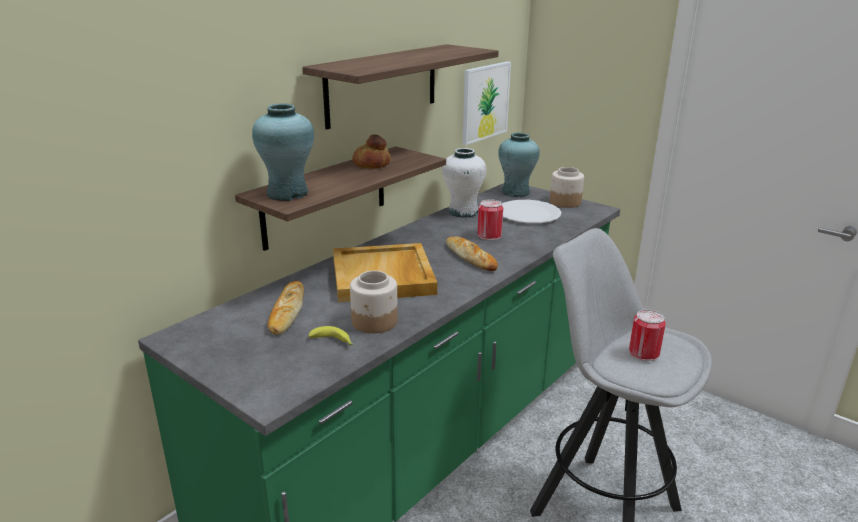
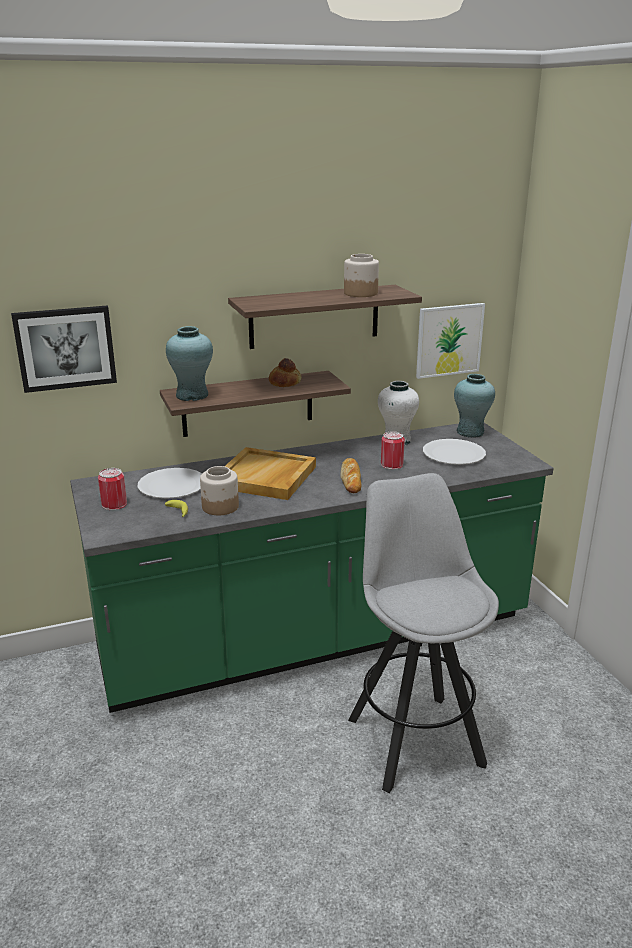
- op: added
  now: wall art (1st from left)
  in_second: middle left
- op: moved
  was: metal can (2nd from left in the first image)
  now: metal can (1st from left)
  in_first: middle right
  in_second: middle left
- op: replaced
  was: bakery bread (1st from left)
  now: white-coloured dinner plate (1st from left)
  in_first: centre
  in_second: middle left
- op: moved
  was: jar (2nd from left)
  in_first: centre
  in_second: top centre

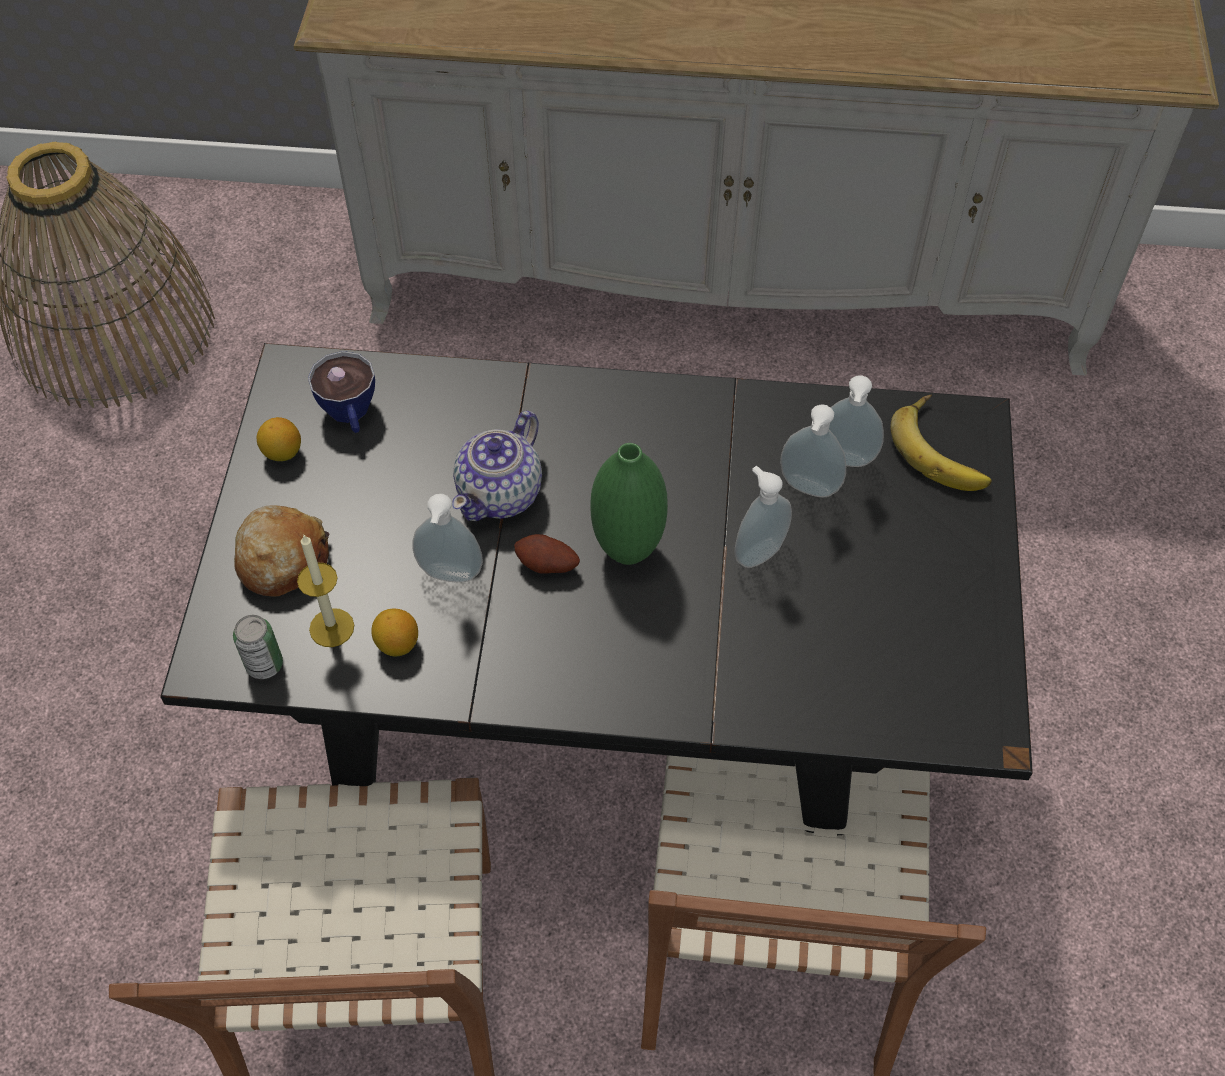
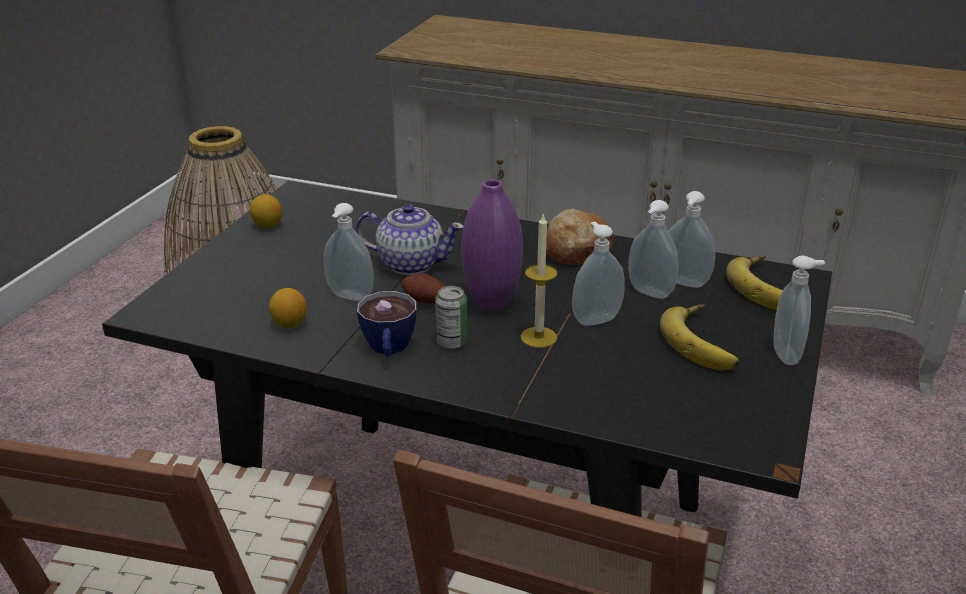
- op: turned
  was: tea pot
  in_first: centre
  in_second: centre
  clockwise: -120
- op: moved
  was: cup
  in_first: middle left
  in_second: centre
- op: moved
  was: metal can
  in_first: middle left
  in_second: centre
- op: recoloured
  was: green decorative vase
  now: purplish decorative vase
  in_first: centre
  in_second: centre
- op: moved
  was: wax light
  in_first: middle left
  in_second: centre
- op: moved
  was: bakery bread
  in_first: middle left
  in_second: centre
- op: added
  now: banana (1st from left)
  in_second: middle right
- op: added
  now: soap bottle (5th from left)
  in_second: middle right

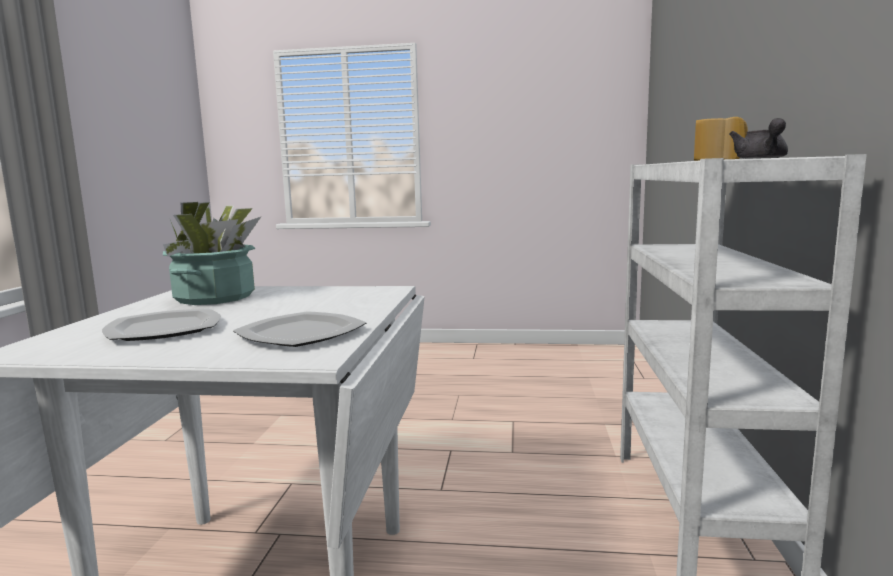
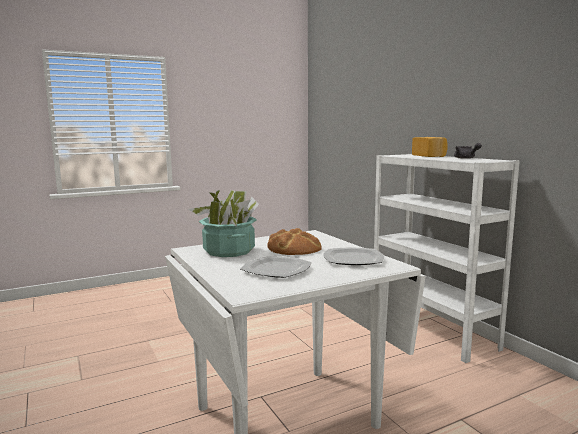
- op: added
  now: bakery bread (1st from left)
  in_second: centre

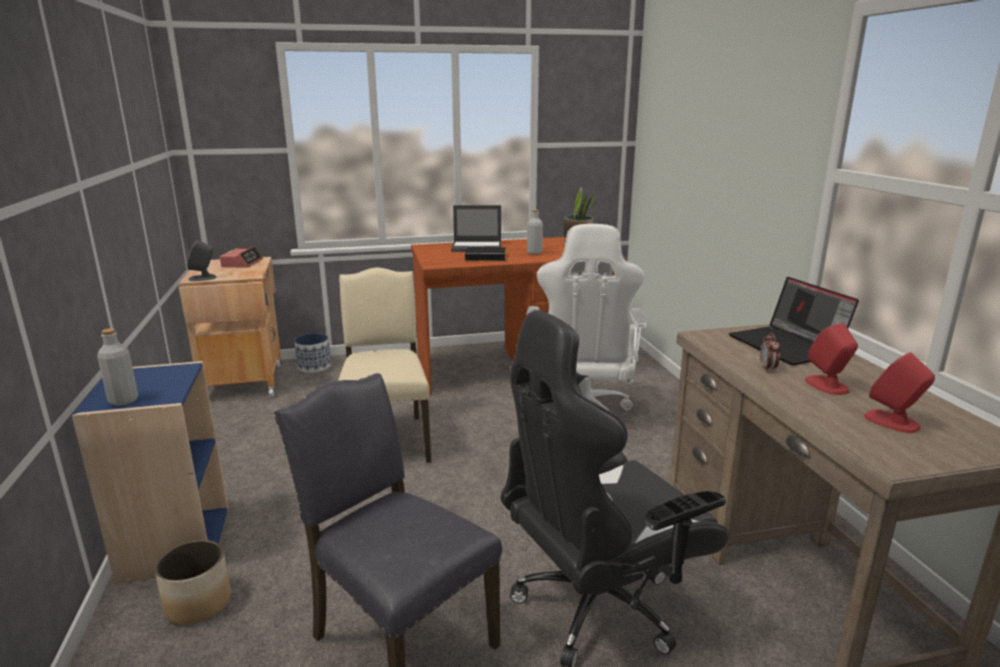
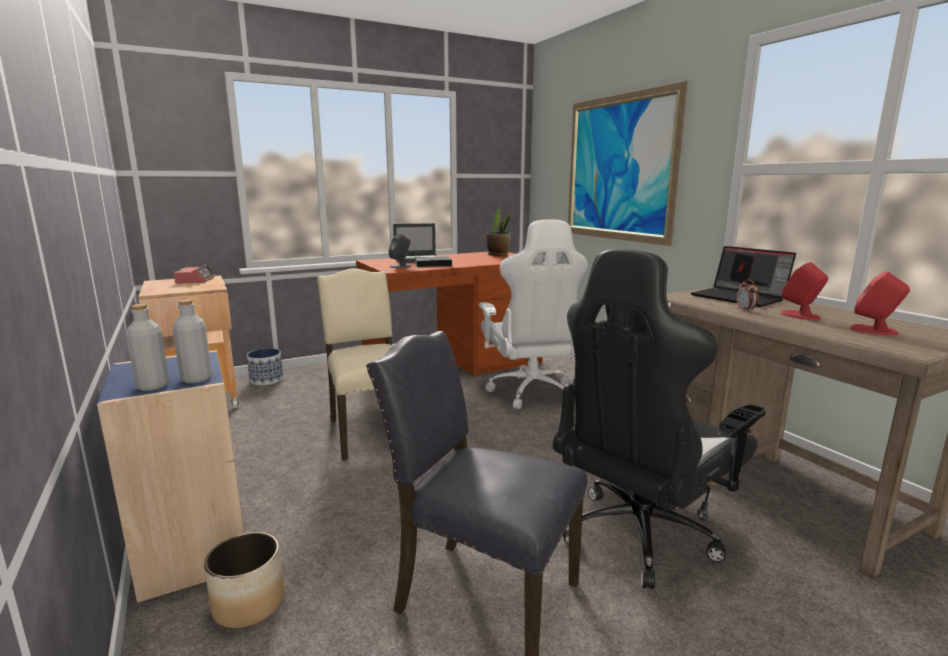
- op: moved
  was: grey drink bottle (2nd from left)
  in_first: centre
  in_second: middle left
- op: moved
  was: grey speaker
  in_first: middle left
  in_second: centre
- op: added
  now: wall art
  in_second: top centre

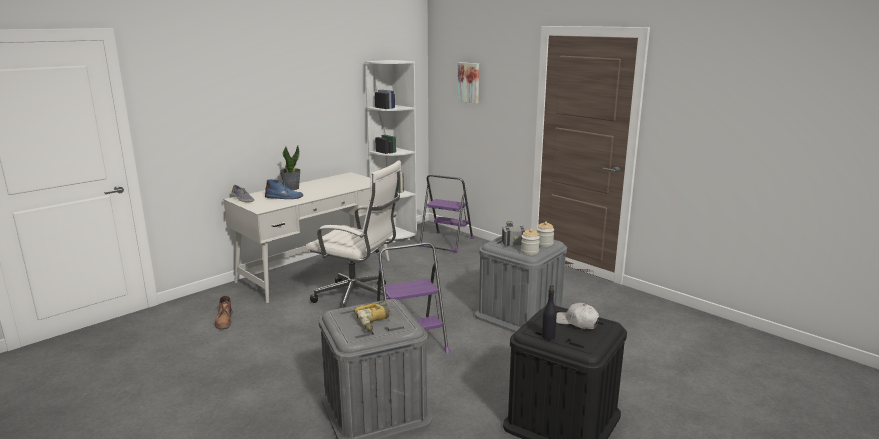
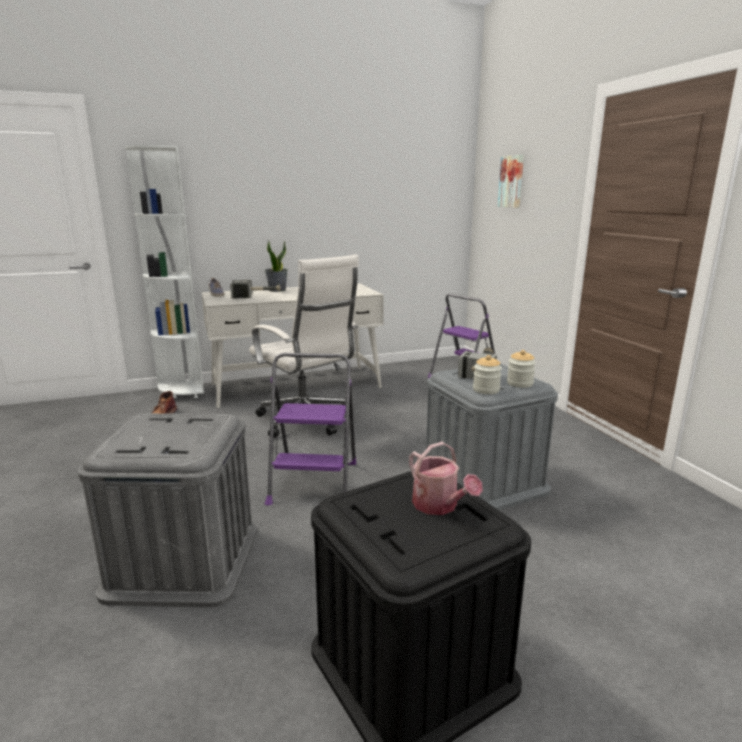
- op: moved
  was: white-coloured bookcase
  in_first: centre
  in_second: middle left
- op: replaced
  was: bluish tall boot
  now: hand hammer (1st from left)
  in_first: middle left
  in_second: centre
- op: replaced
  was: white-coloured baseball cap
  now: watering pot
  in_first: bottom centre
  in_second: centre
- op: removed
  was: electric drill
  in_first: bottom centre
- op: removed
  was: black-coloured drink bottle
  in_first: bottom centre

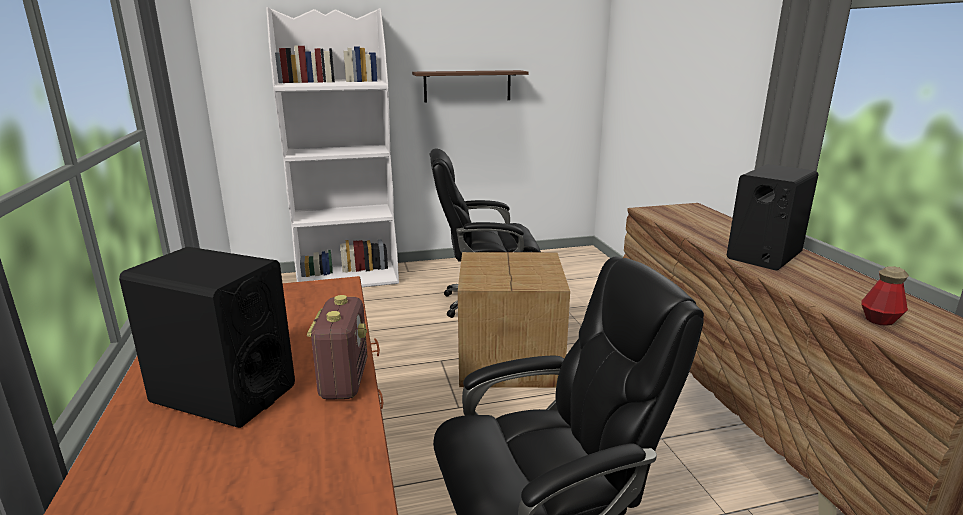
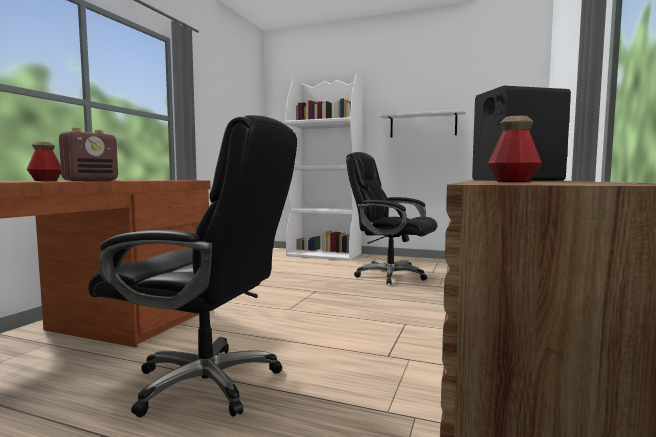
- op: replaced
  was: black-coloured speaker (1st from left)
  now: drink bottle (1st from left)
  in_first: middle left
  in_second: middle left
- op: recoloured
  was: brown-coloured bracket shelf
  now: white-coloured bracket shelf
  in_first: top centre
  in_second: top centre
- op: removed
  was: cardboard box
  in_first: centre

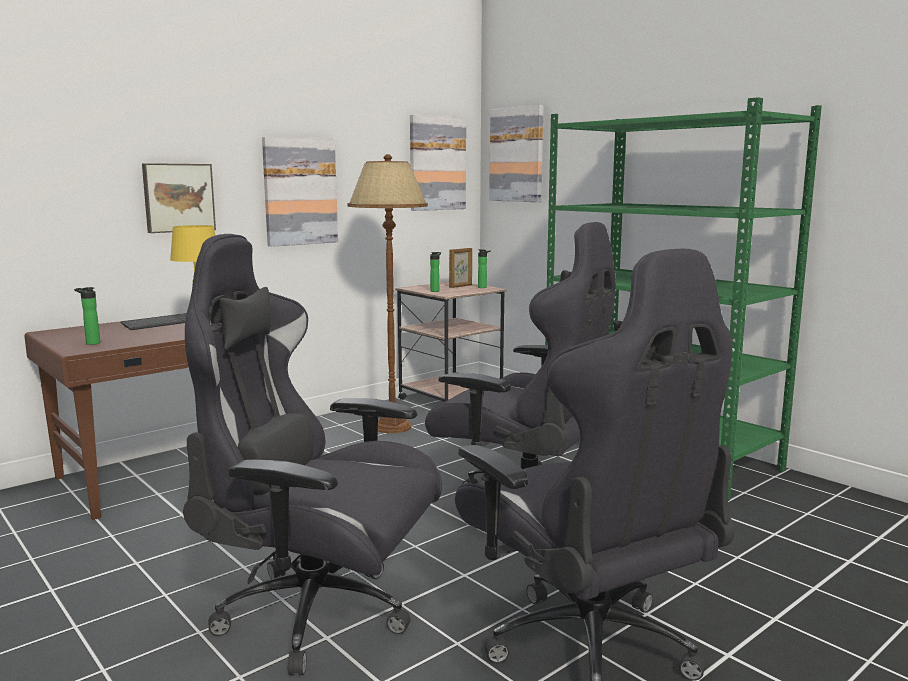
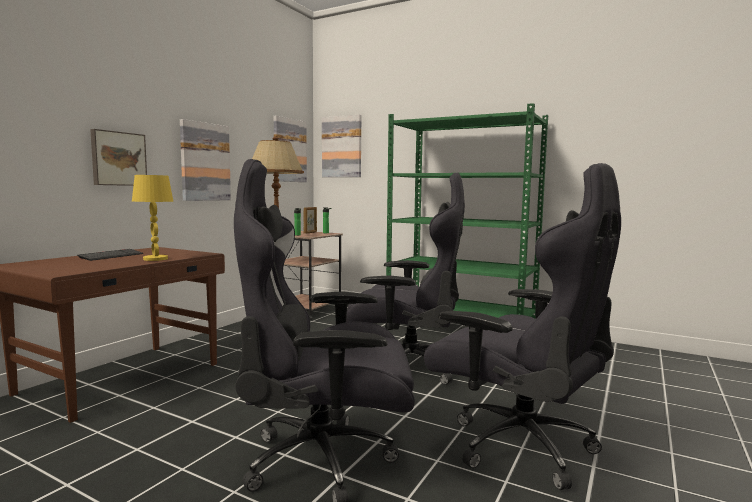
- op: removed
  was: drink bottle (1st from left)
  in_first: middle left

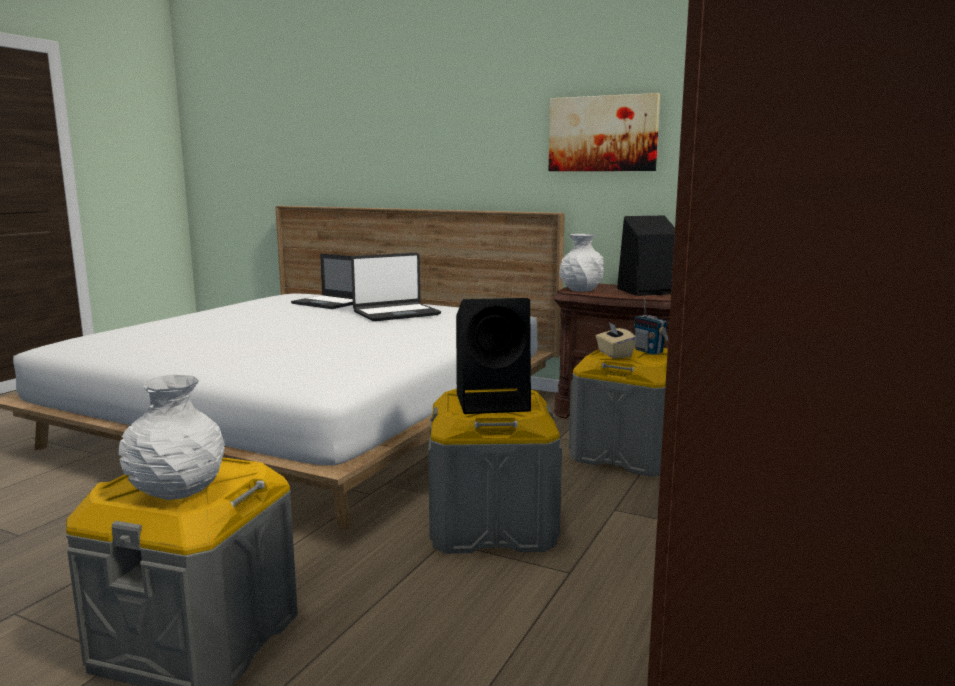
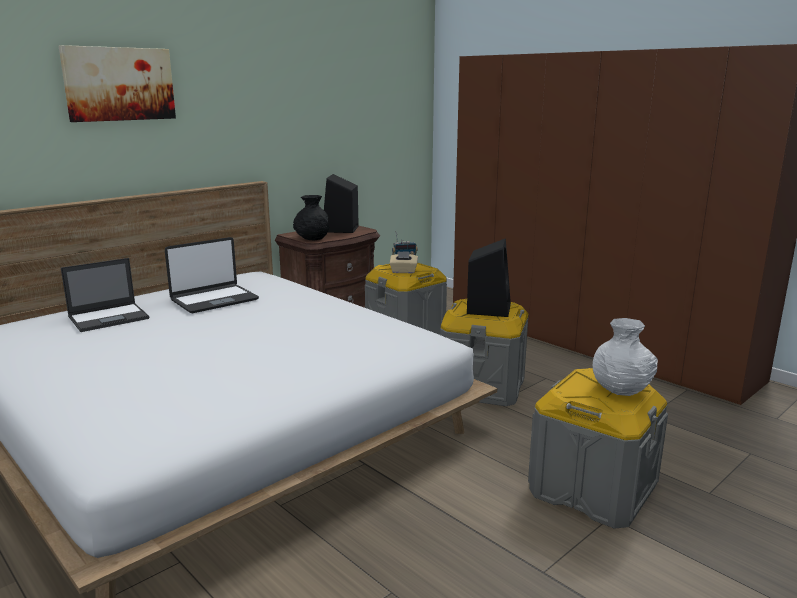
- op: moved
  was: wall art
  in_first: top centre
  in_second: top left
- op: turned
  was: notebook computer (2nd from left)
  in_first: centre
  in_second: middle left
  clockwise: 60
- op: recoloured
  was: white-coloured decorative vase (2nd from left)
  now: black-coloured decorative vase
  in_first: centre
  in_second: centre

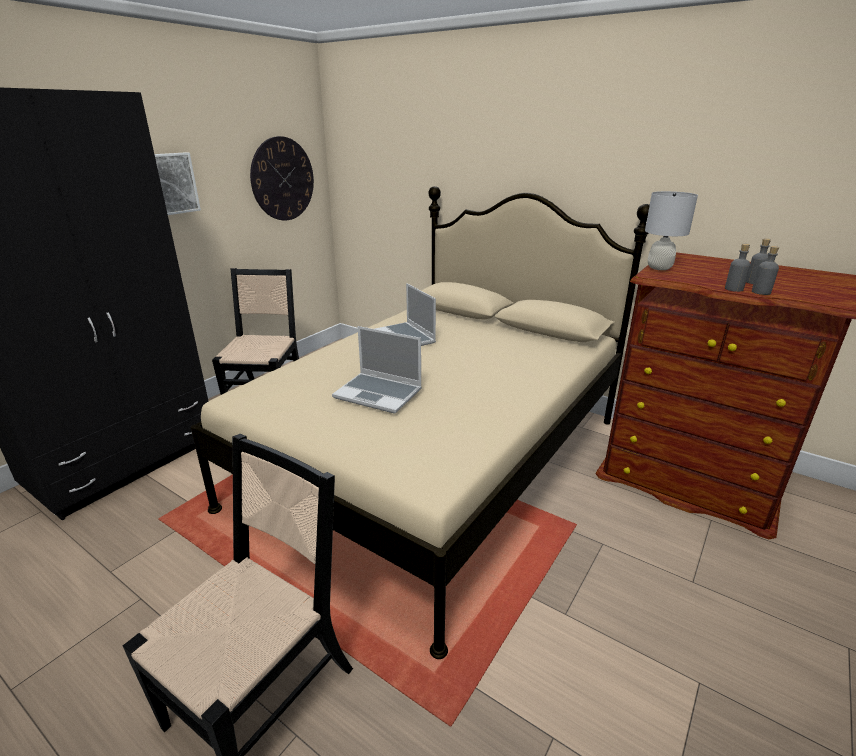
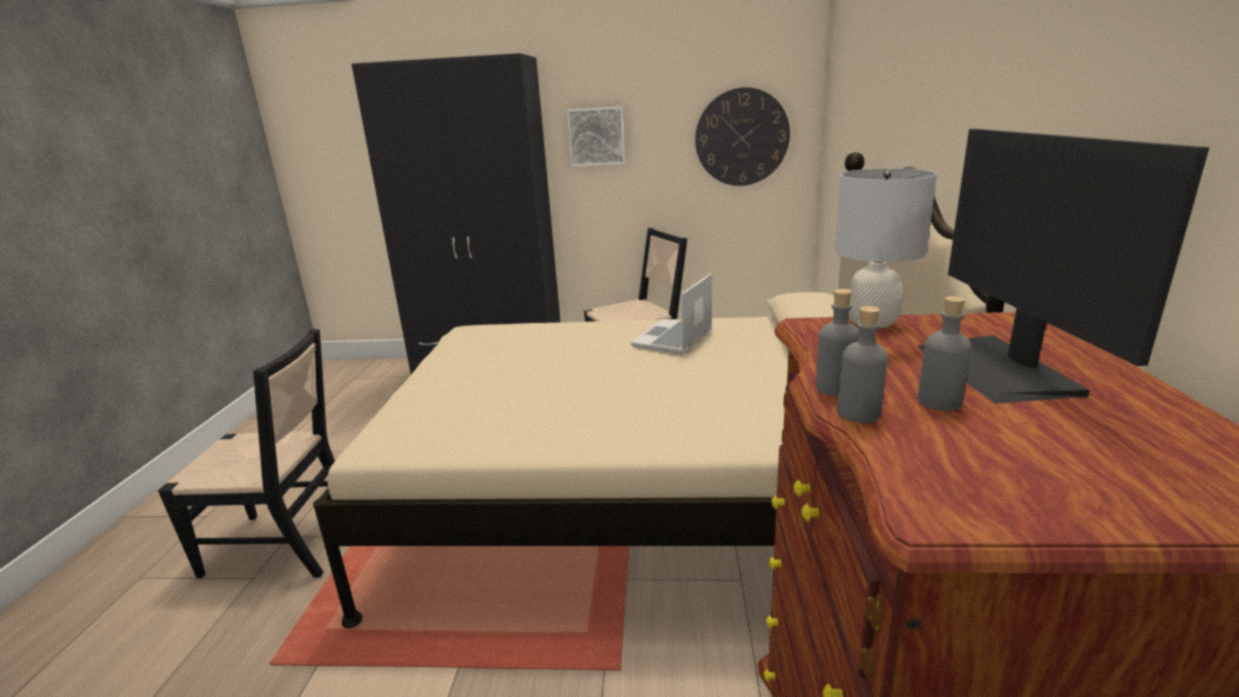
- op: added
  now: computer display
  in_second: middle right
- op: removed
  was: notebook computer (1st from left)
  in_first: centre

